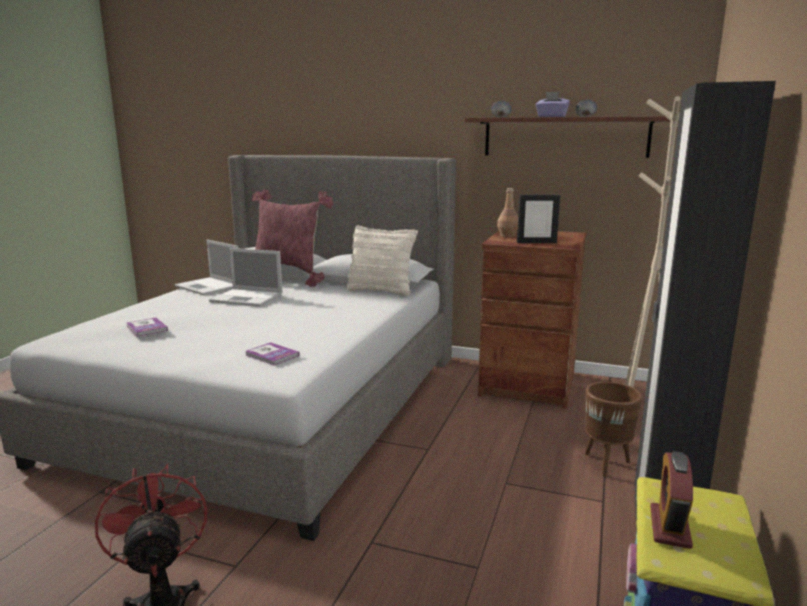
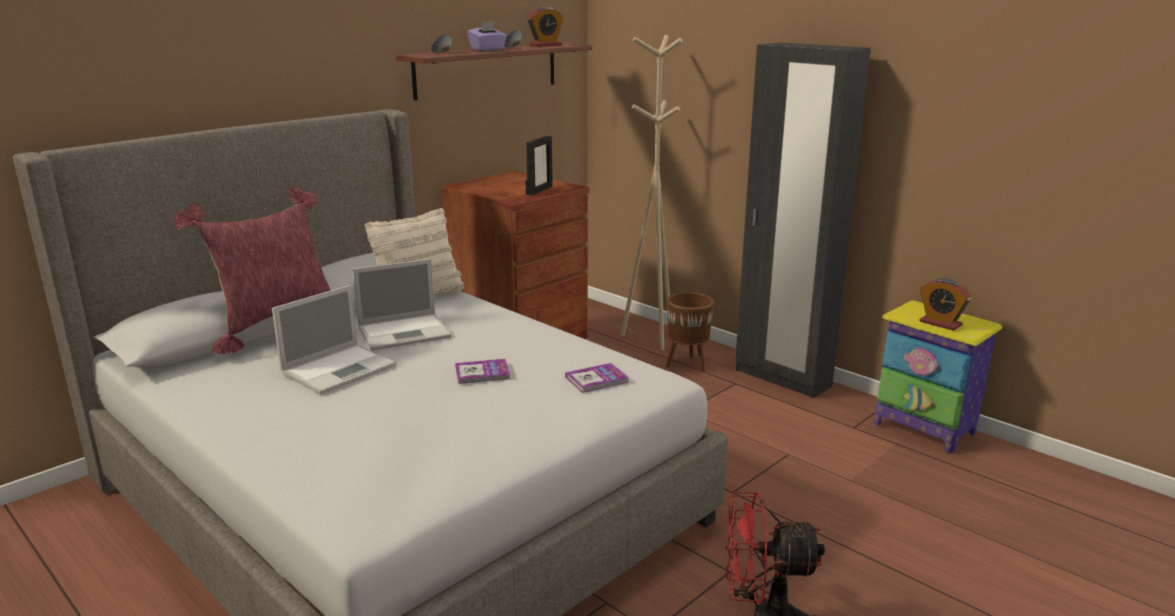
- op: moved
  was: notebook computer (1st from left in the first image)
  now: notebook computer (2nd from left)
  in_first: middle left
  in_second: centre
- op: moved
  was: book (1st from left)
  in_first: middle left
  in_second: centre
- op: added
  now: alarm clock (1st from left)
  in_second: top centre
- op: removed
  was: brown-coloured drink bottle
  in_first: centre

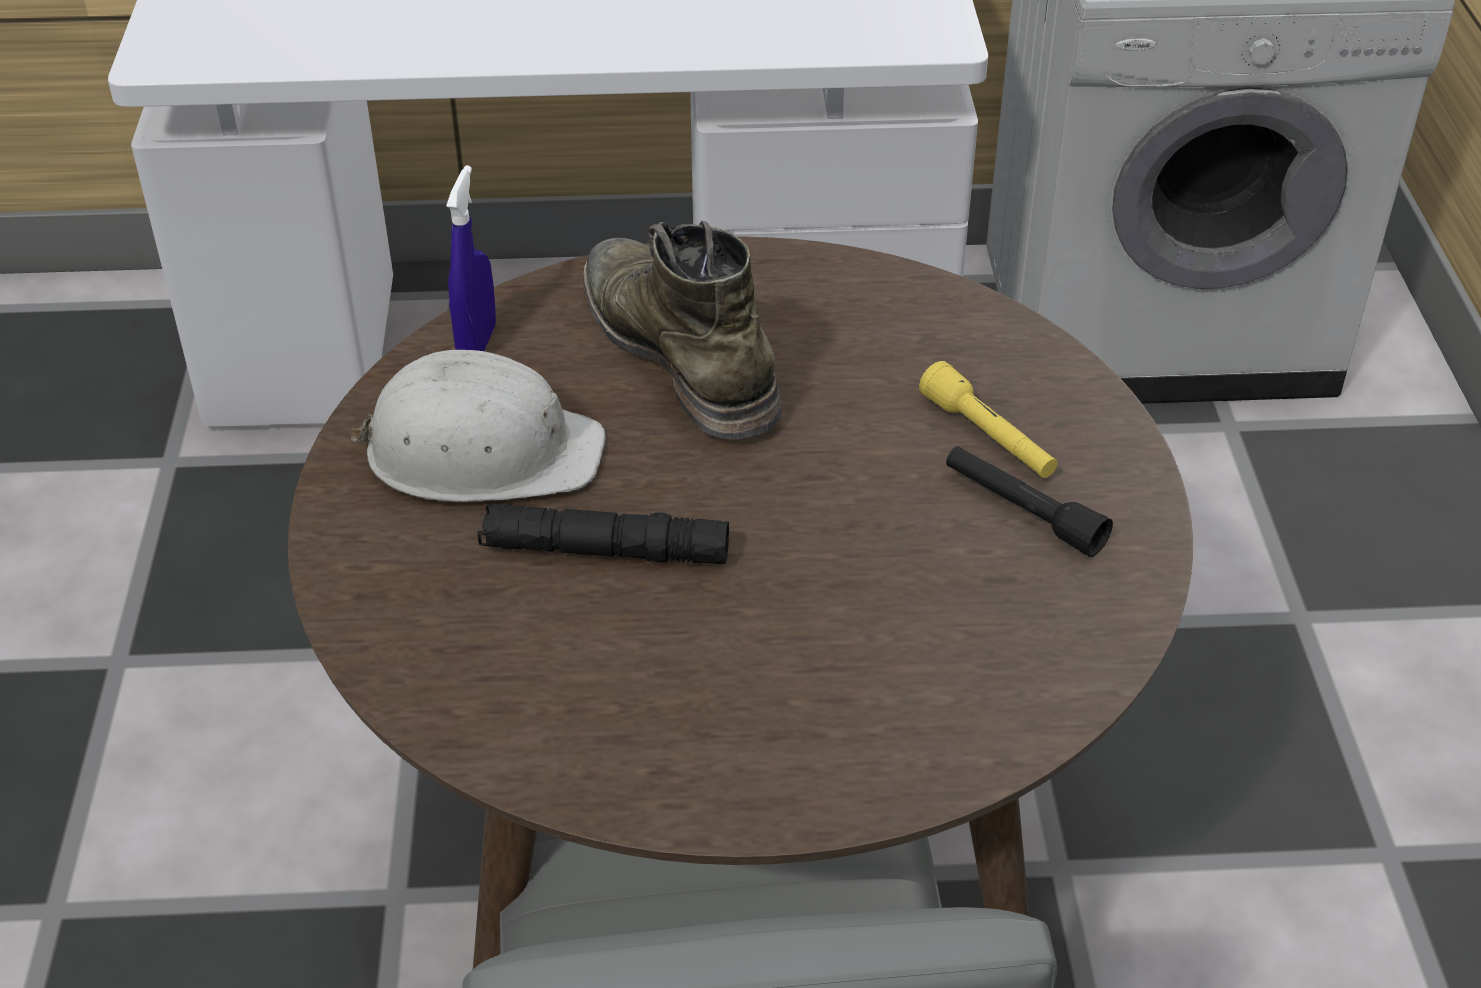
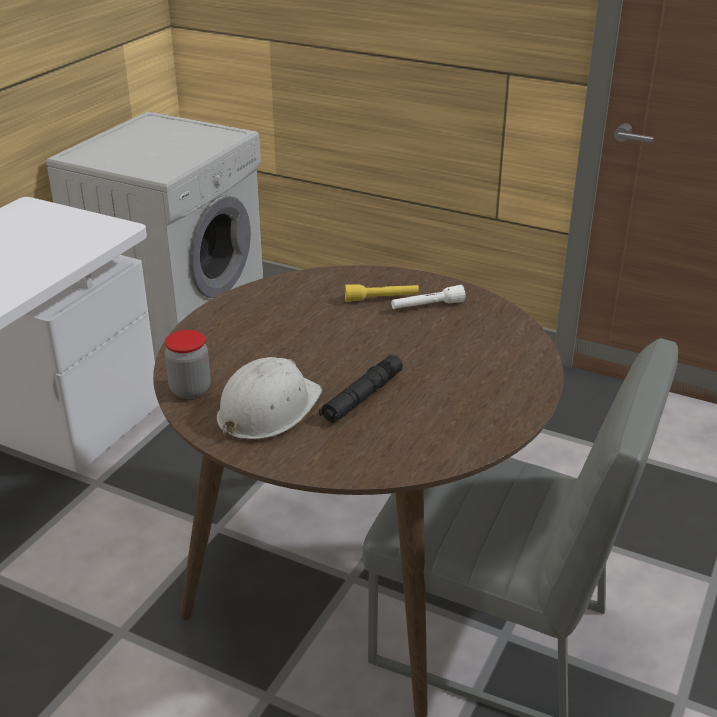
- op: replaced
  was: bluish spray bottle
  now: jar
  in_first: top left
  in_second: middle left
- op: recoloured
  was: black-coloured torch (2nd from left)
  now: white-coloured torch
  in_first: middle right
  in_second: centre
- op: removed
  was: green tall boot
  in_first: centre

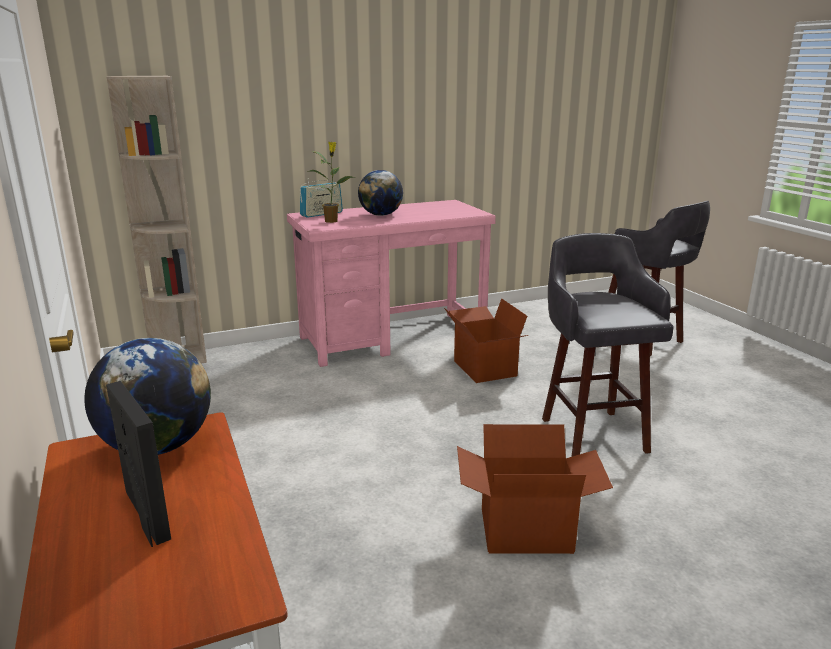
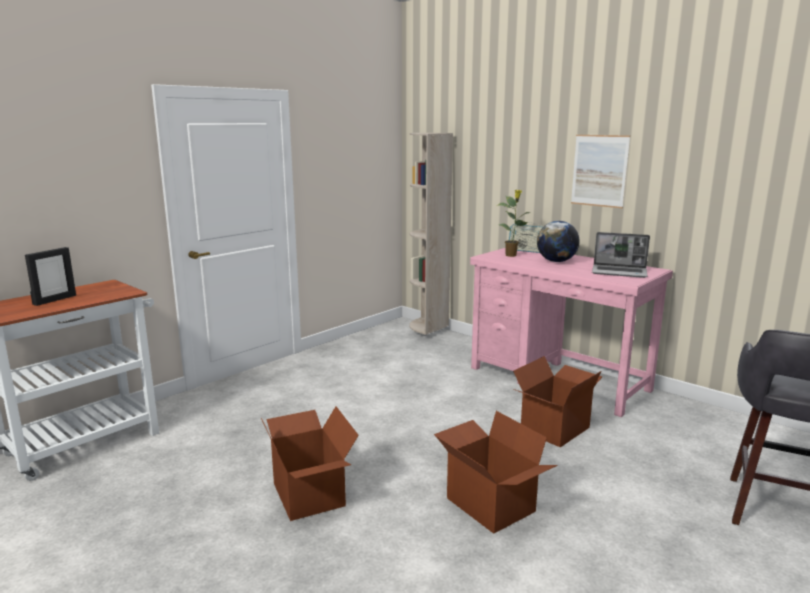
- op: replaced
  was: grey sitting stool (1st from left)
  now: cardboard box (2nd from left)
  in_first: middle right
  in_second: bottom centre
- op: added
  now: wall art
  in_second: top right
- op: added
  now: notebook computer
  in_second: middle right
- op: removed
  was: globe (1st from left)
  in_first: middle left

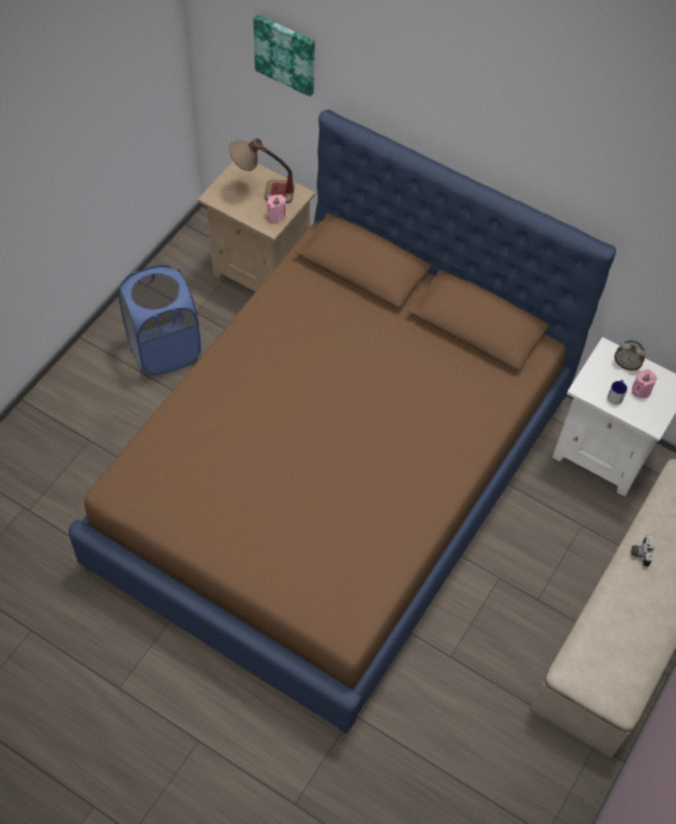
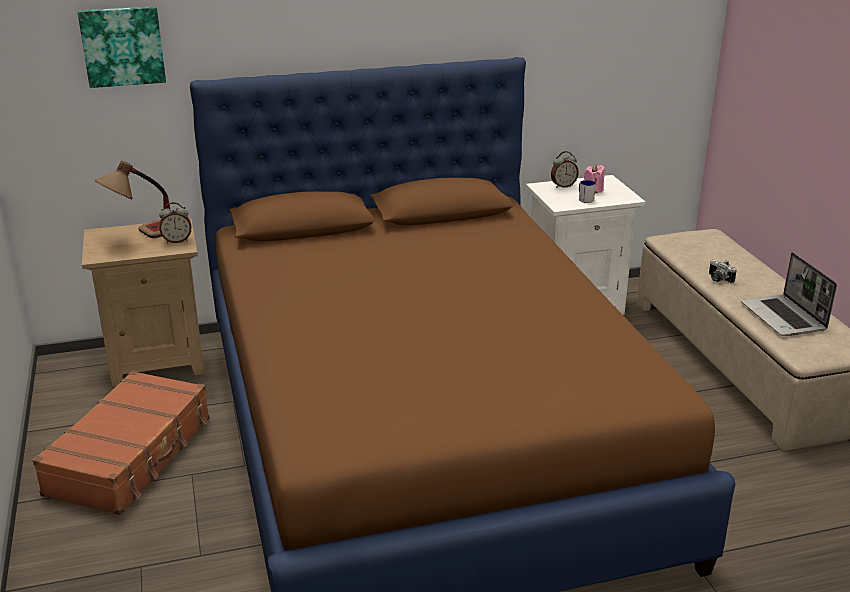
- op: replaced
  was: bluish washing basket
  now: brown-coloured piece of luggage
  in_first: middle left
  in_second: bottom left
- op: replaced
  was: pink wax light (1st from left)
  now: alarm clock (1st from left)
  in_first: top centre
  in_second: middle left
- op: added
  now: notebook computer
  in_second: middle right

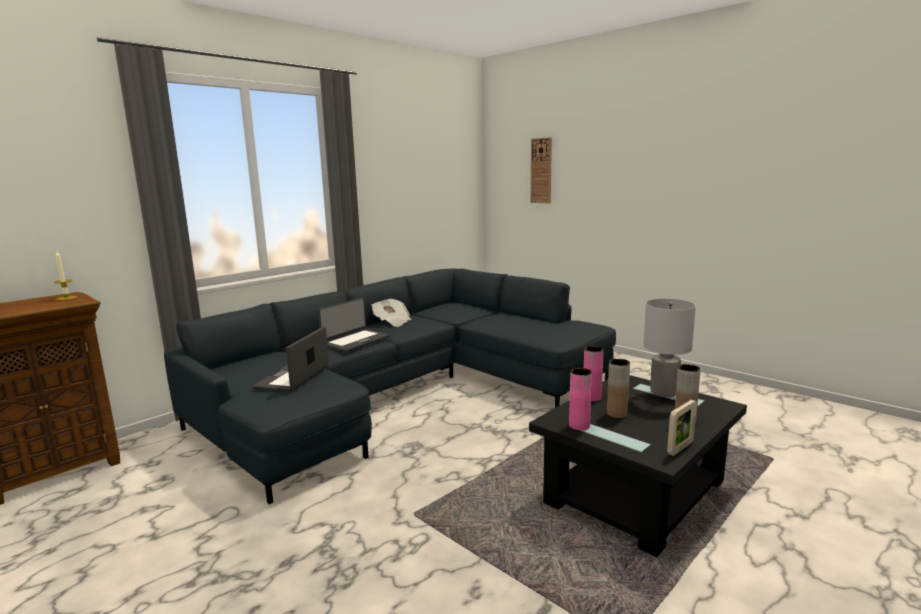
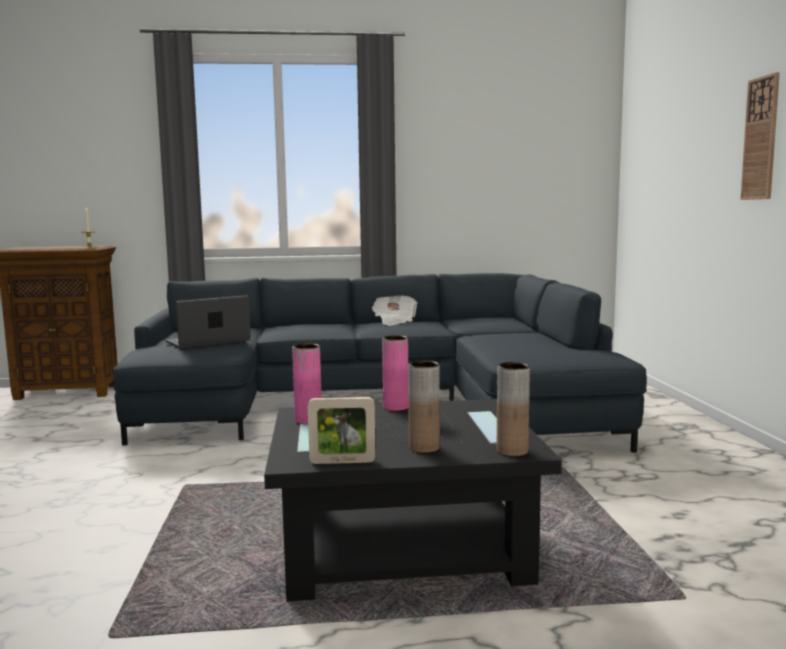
- op: moved
  was: brown-coloured decorative vase (1st from left in the first image)
  now: brown-coloured decorative vase (2nd from left)
  in_first: middle right
  in_second: centre
- op: moved
  was: wall clock
  in_first: top centre
  in_second: top right
- op: removed
  was: notebook computer (2nd from left)
  in_first: centre
- op: removed
  was: grey lamp for a table
  in_first: middle right

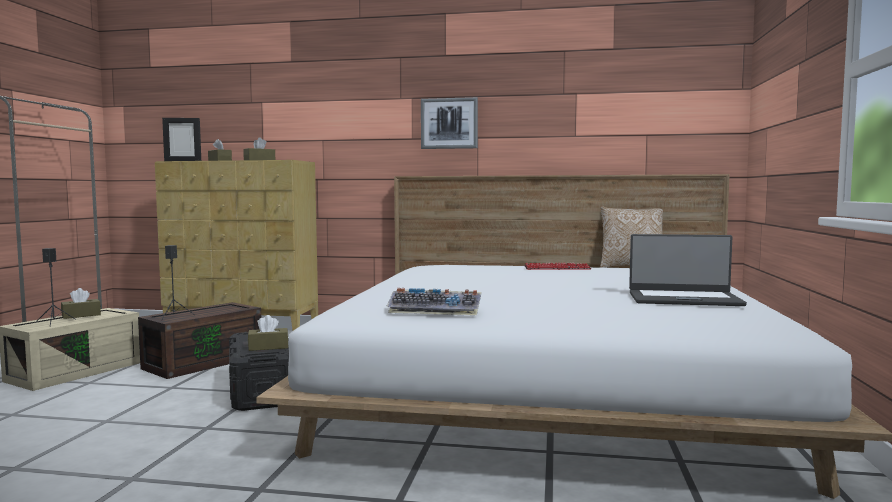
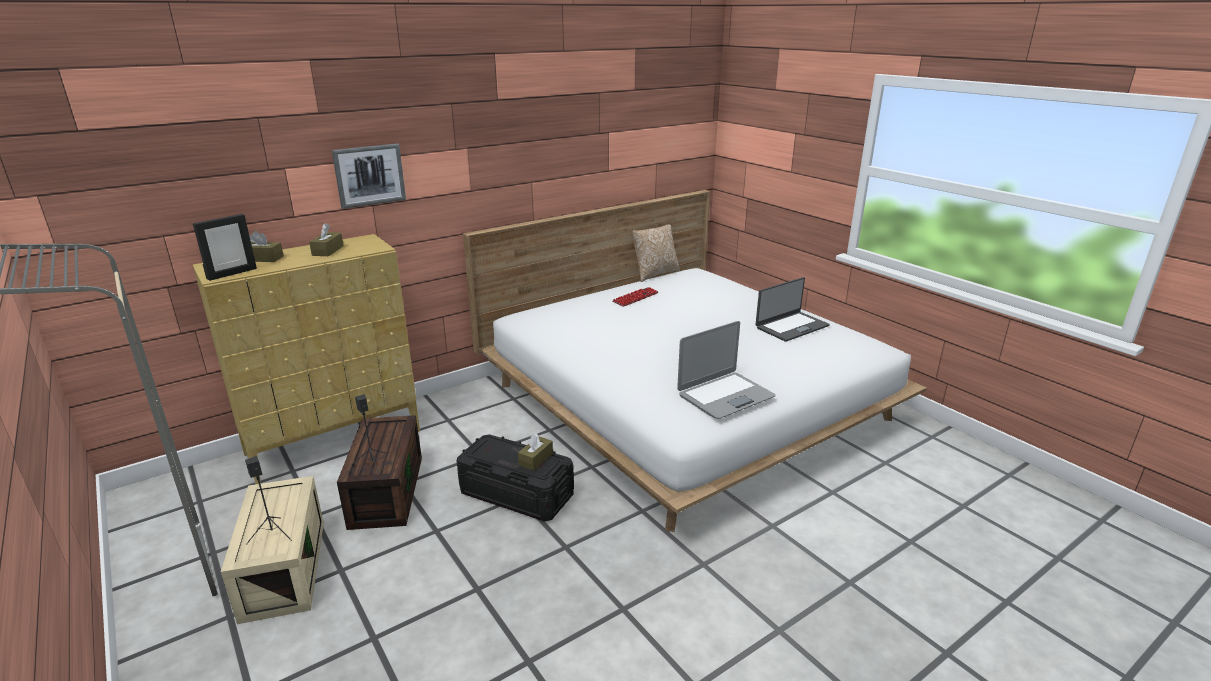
- op: moved
  was: wall art
  in_first: top centre
  in_second: top left
- op: replaced
  was: computer keyboard (1st from left)
  now: notebook computer (1st from left)
  in_first: centre
  in_second: centre
- op: removed
  was: brown-coloured box of tissues (1st from left)
  in_first: middle left

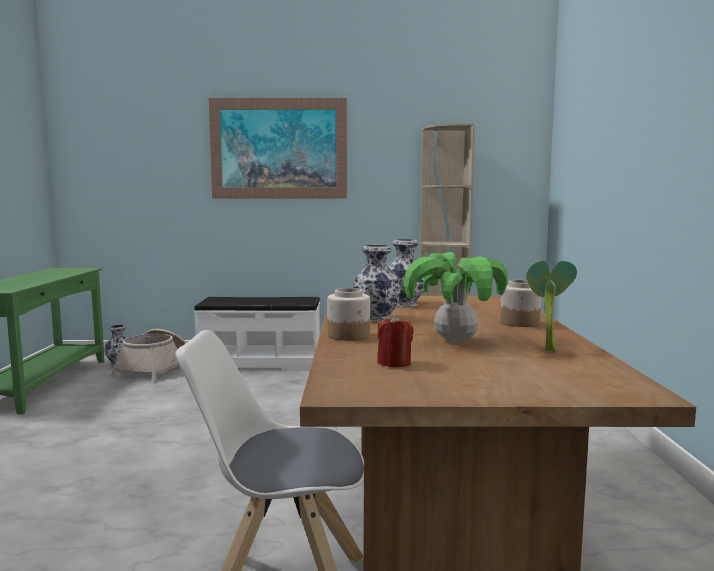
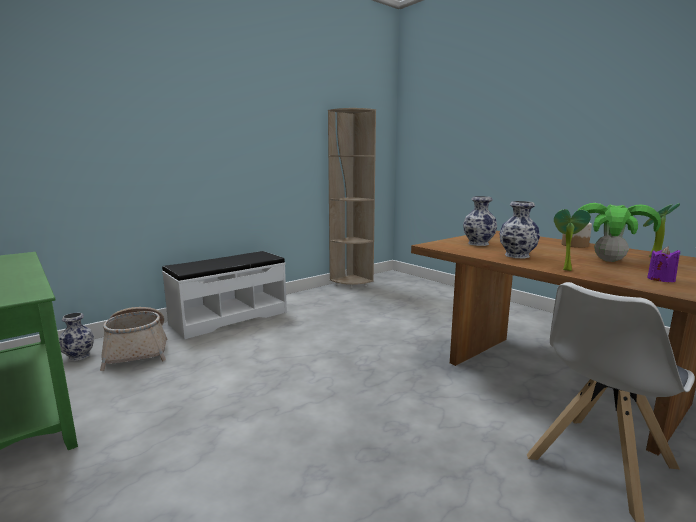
- op: replaced
  was: jar (1st from left)
  now: potted plant (1st from left)
  in_first: centre
  in_second: middle right
- op: recoloured
  was: red-coloured wax light
  now: purplish wax light
  in_first: centre
  in_second: middle right
- op: removed
  was: wall art
  in_first: top centre

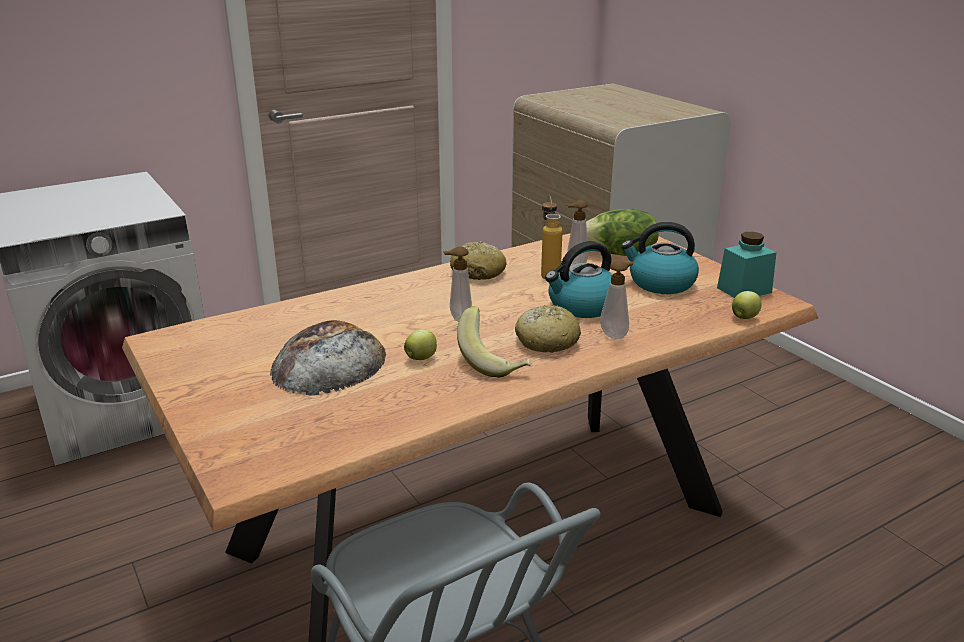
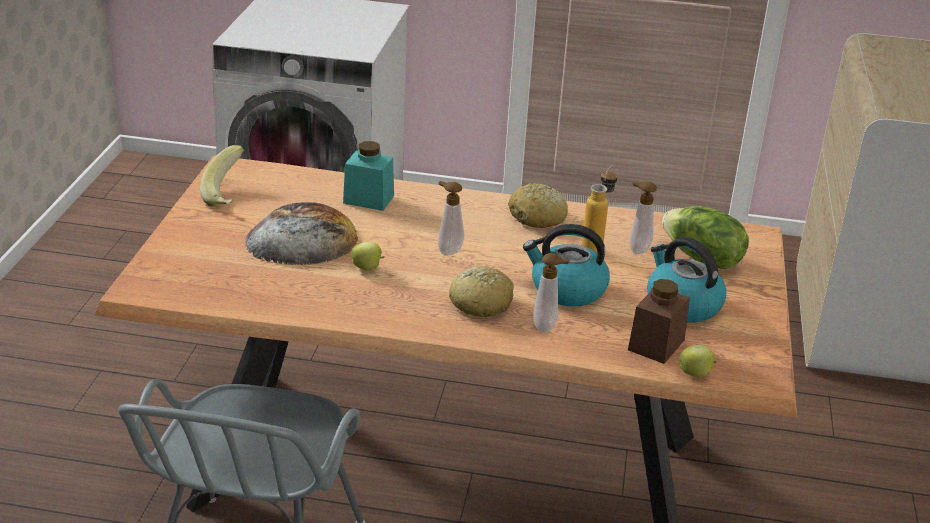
- op: moved
  was: banana
  in_first: centre
  in_second: middle left
- op: moved
  was: turquoise-coloured jar
  in_first: middle right
  in_second: centre
- op: added
  now: brown-coloured jar
  in_second: middle right

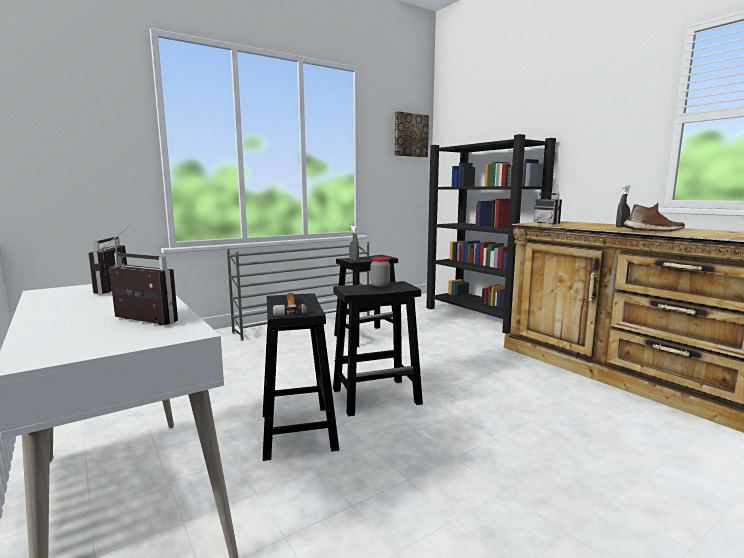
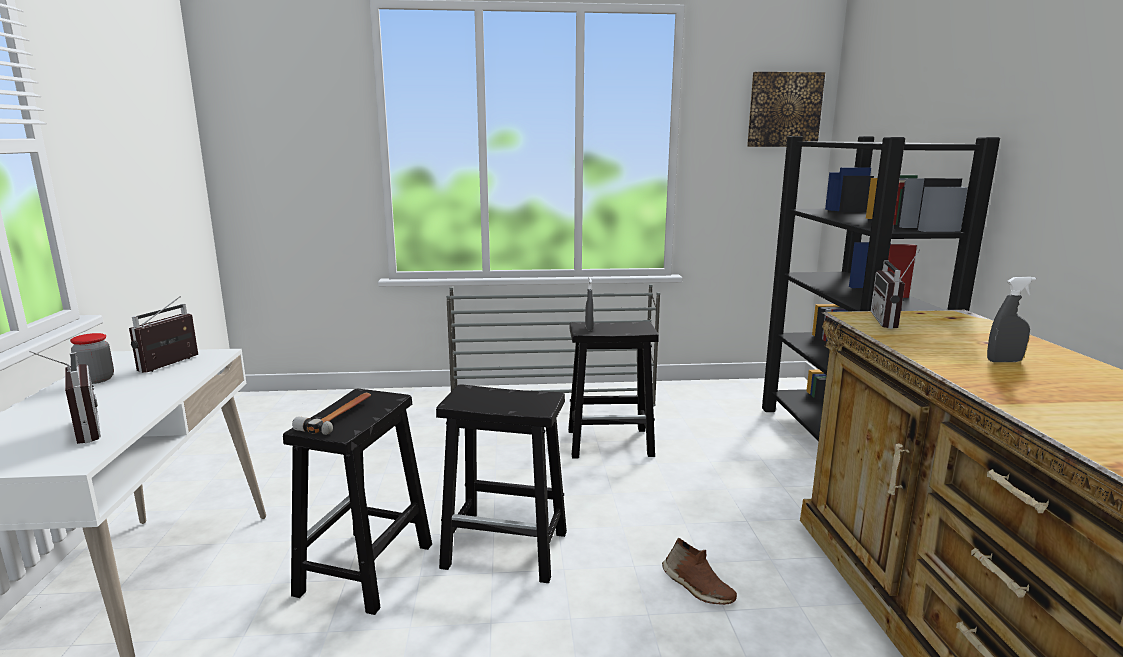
- op: moved
  was: jar
  in_first: centre
  in_second: middle left
- op: moved
  was: brown-coloured low shoe
  in_first: middle right
  in_second: bottom centre

